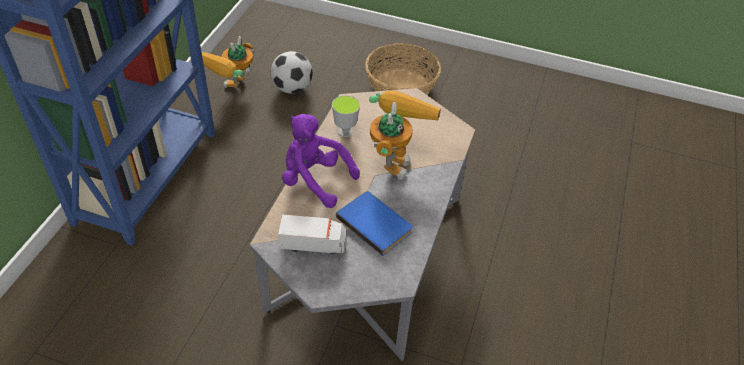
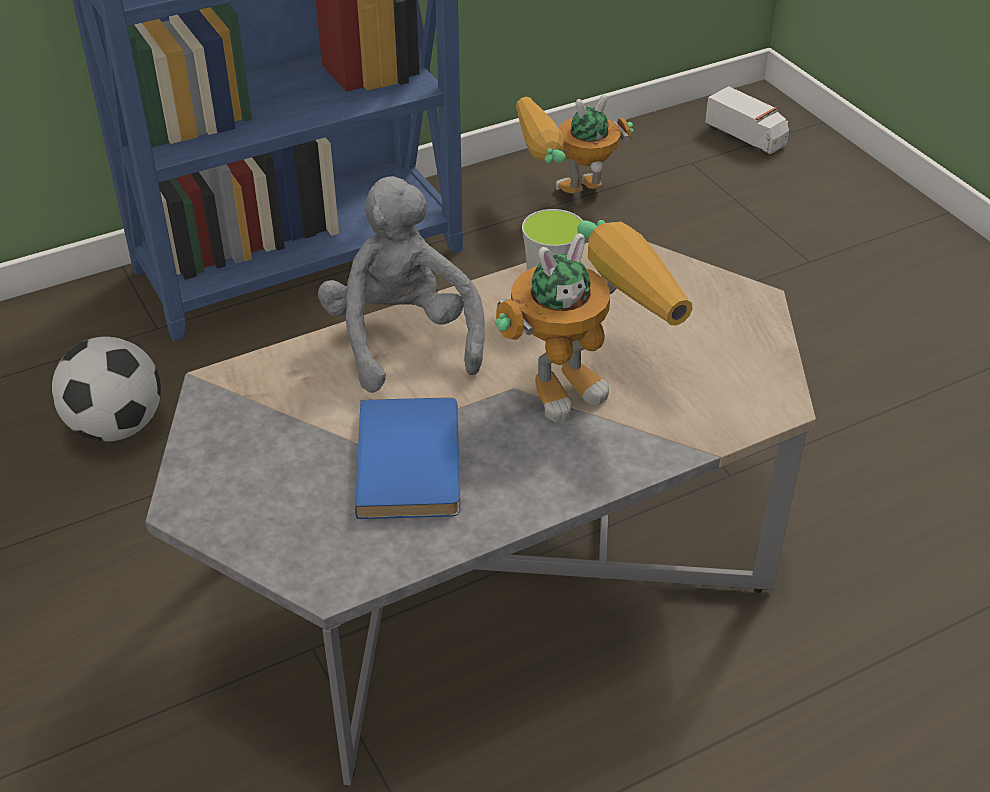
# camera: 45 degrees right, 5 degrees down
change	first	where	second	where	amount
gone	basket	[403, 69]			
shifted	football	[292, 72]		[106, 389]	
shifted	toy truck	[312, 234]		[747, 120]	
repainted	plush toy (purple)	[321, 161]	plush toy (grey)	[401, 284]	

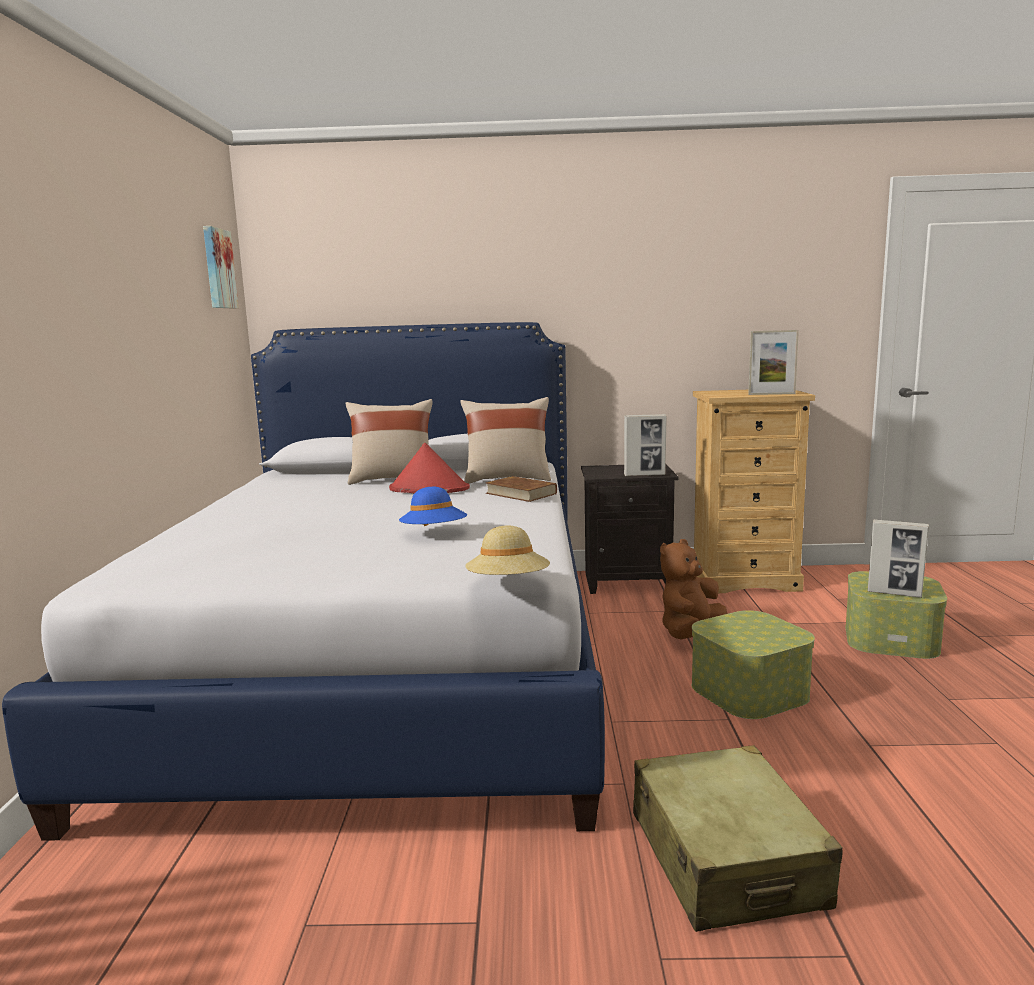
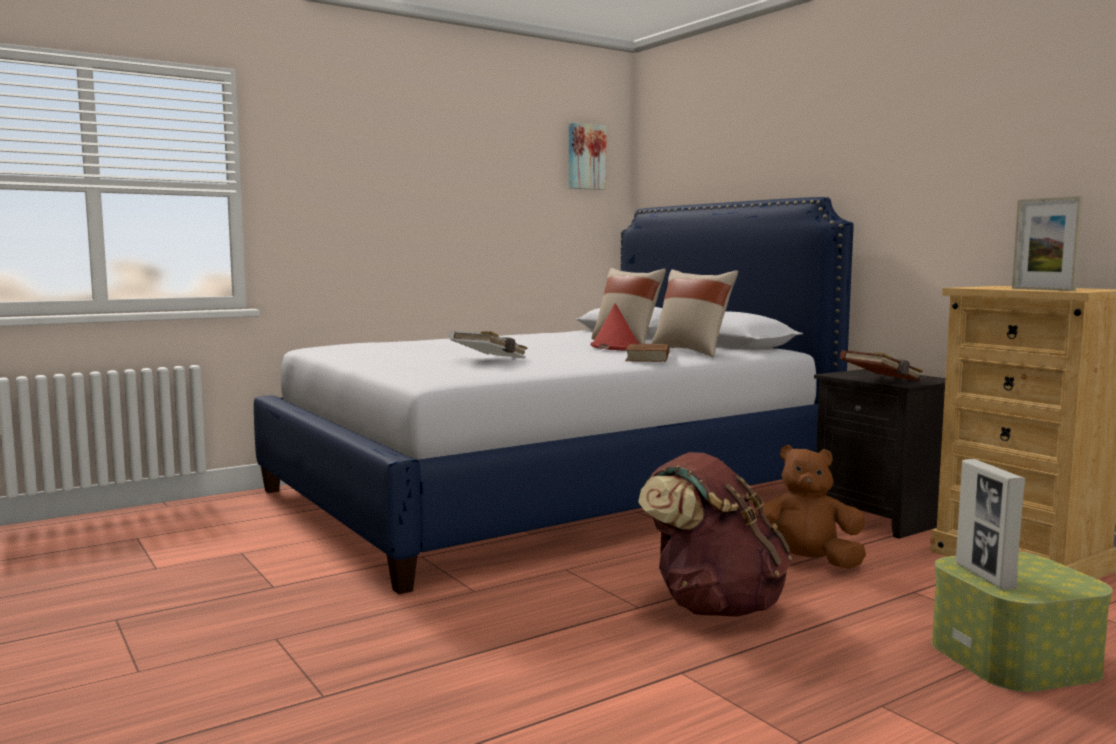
# camera: 55 degrees right, 5 degrees down
change	first	where	second	where	amount
gone	hat (beige)	[507, 550]			
gone	suitcase (beige)	[738, 838]			
swapped	hat (blue)	[433, 506]	book (white)	[488, 344]	
swapped	picture frame	[645, 445]	book (brown)	[881, 365]	
swapped	storage box	[753, 664]	backpack (brown)	[715, 534]	

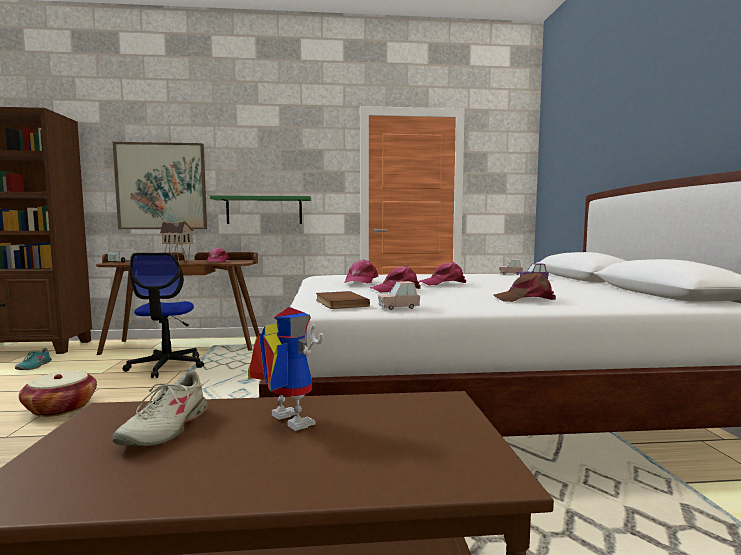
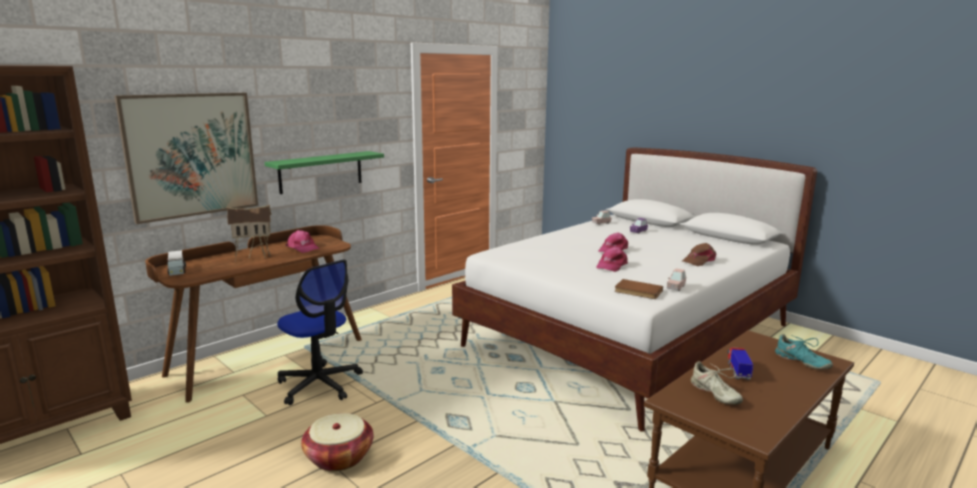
# camera: 40 degrees left, 10 degrees up
change	first	where	second	where	amount
gone	cap (pink)	[362, 271]			
shifted	shoe (turquoise)	[33, 359]		[804, 352]	
swapped	toy robot	[286, 369]	toy truck	[740, 363]	

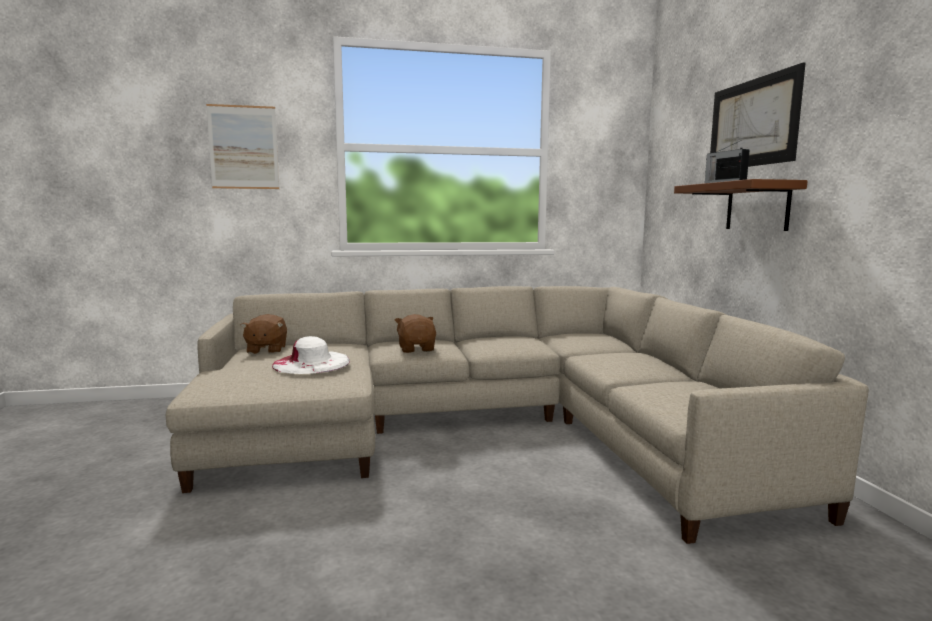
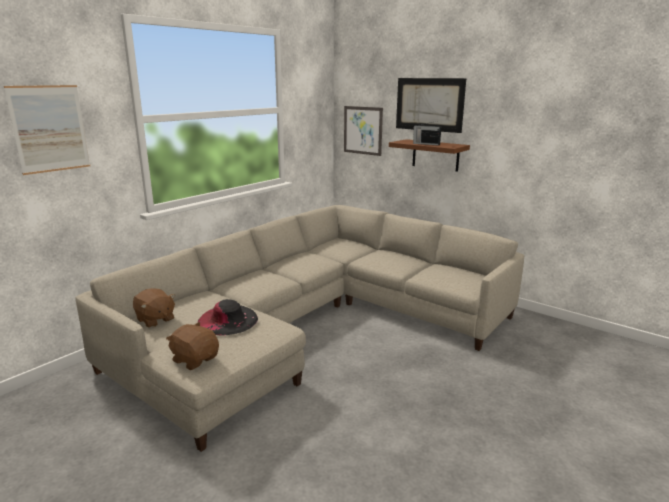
# camera: 40 degrees left, 10 degrees up
change	first	where	second	where	amount
new			picture	[363, 131]	
shifted	plush toy (brown)	[415, 333]		[192, 346]	
repainted	hat (white)	[311, 355]	hat (black)	[227, 317]	

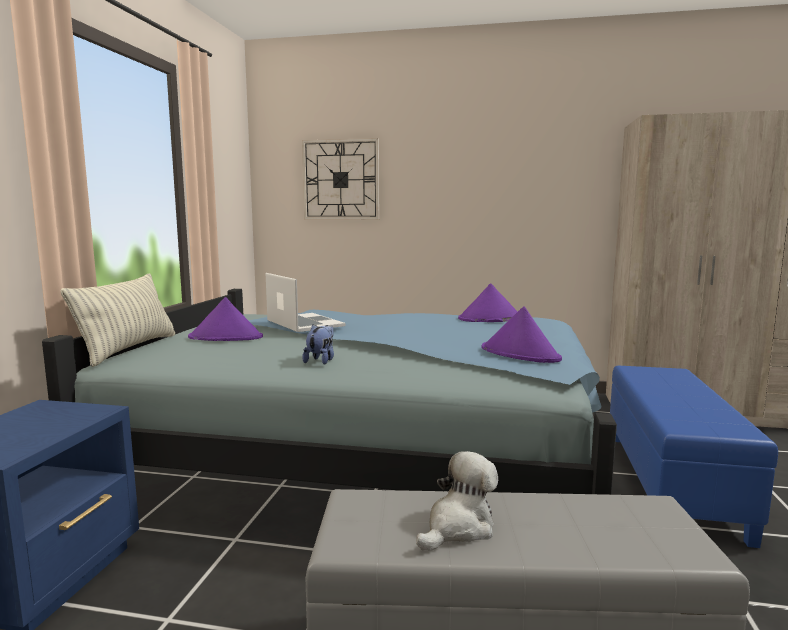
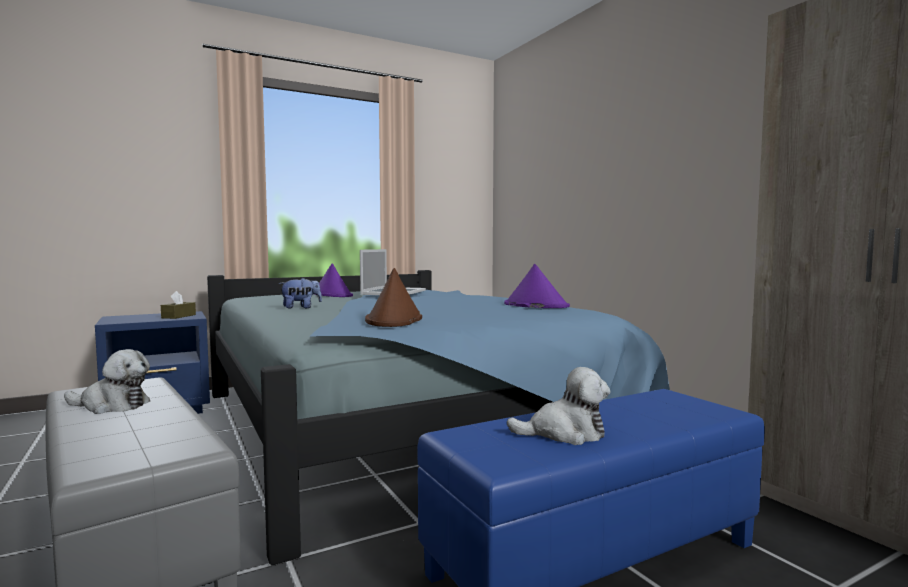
# camera: 50 degrees right, 5 degrees down
change	first	where	second	where	amount
gone	pillow	[118, 320]			
gone	wall clock	[340, 179]			
new			tissue box (brown)	[178, 305]	
new			plush toy	[559, 406]	
repainted	hat (purple)	[521, 334]	hat (brown)	[393, 297]	

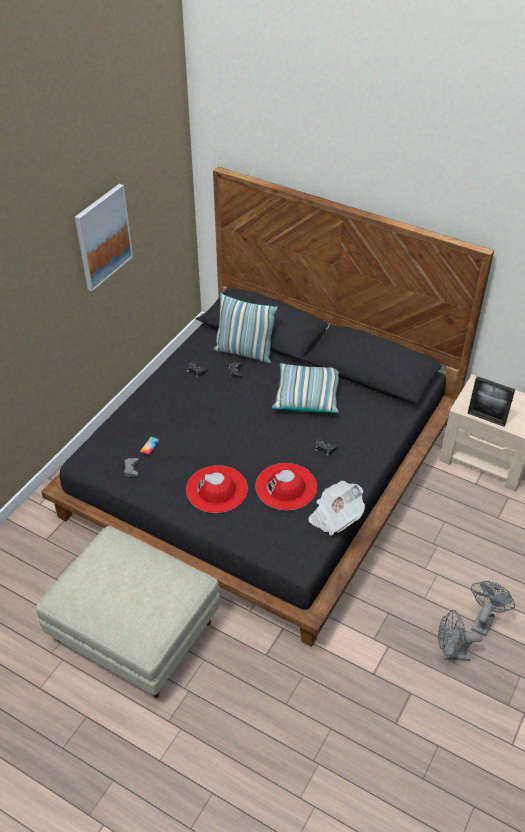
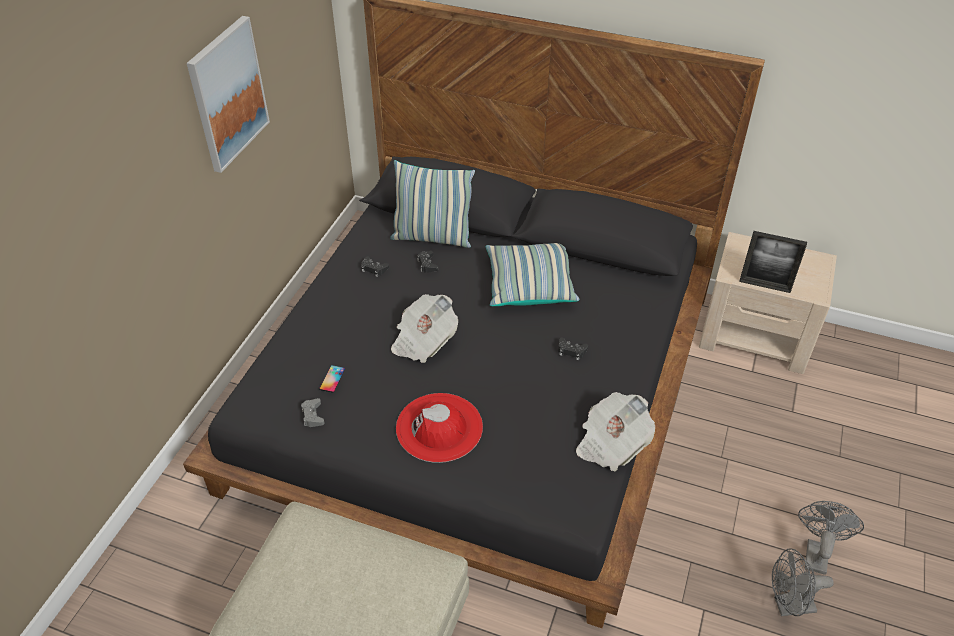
# camera: 10 degrees left, 0 degrees up
change	first	where	second	where	amount
gone	hat (red)	[286, 487]			
new			newspaper	[424, 328]	

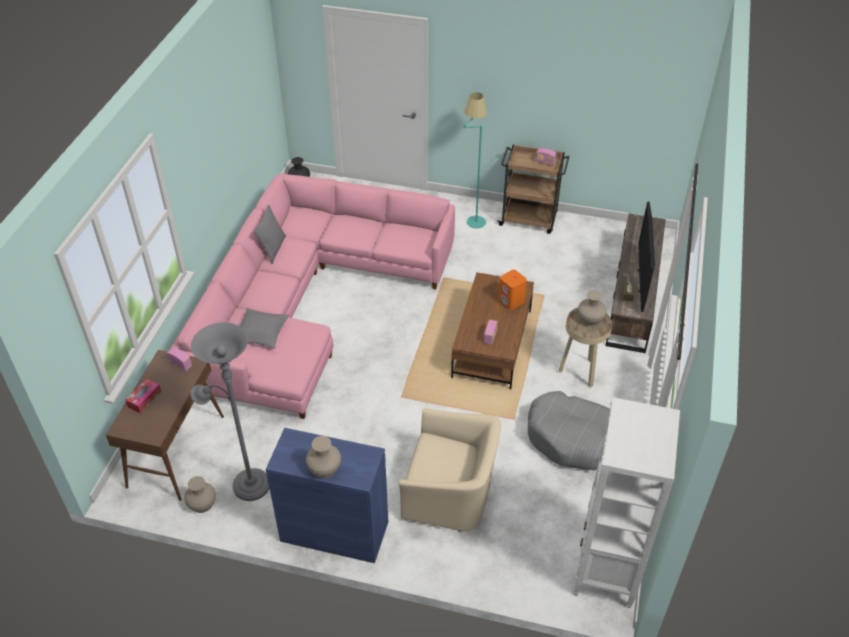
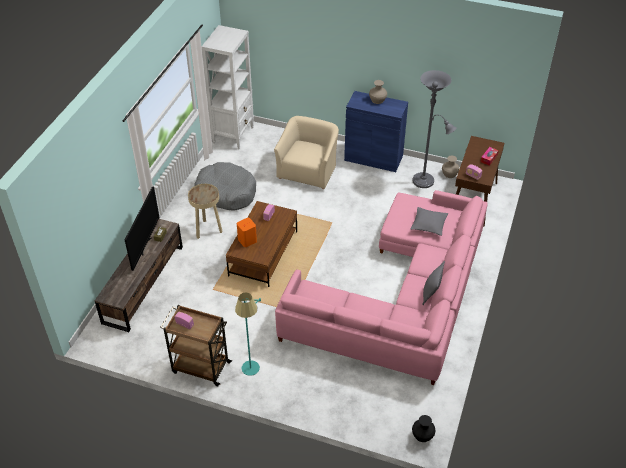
# camera: 175 degrees left, 0 degrees up
change	first	where	second	where	amount
gone	vase (beige)	[592, 308]			
rotated	armchair (beige)	[450, 470]		[306, 152]	90 degrees clockwise

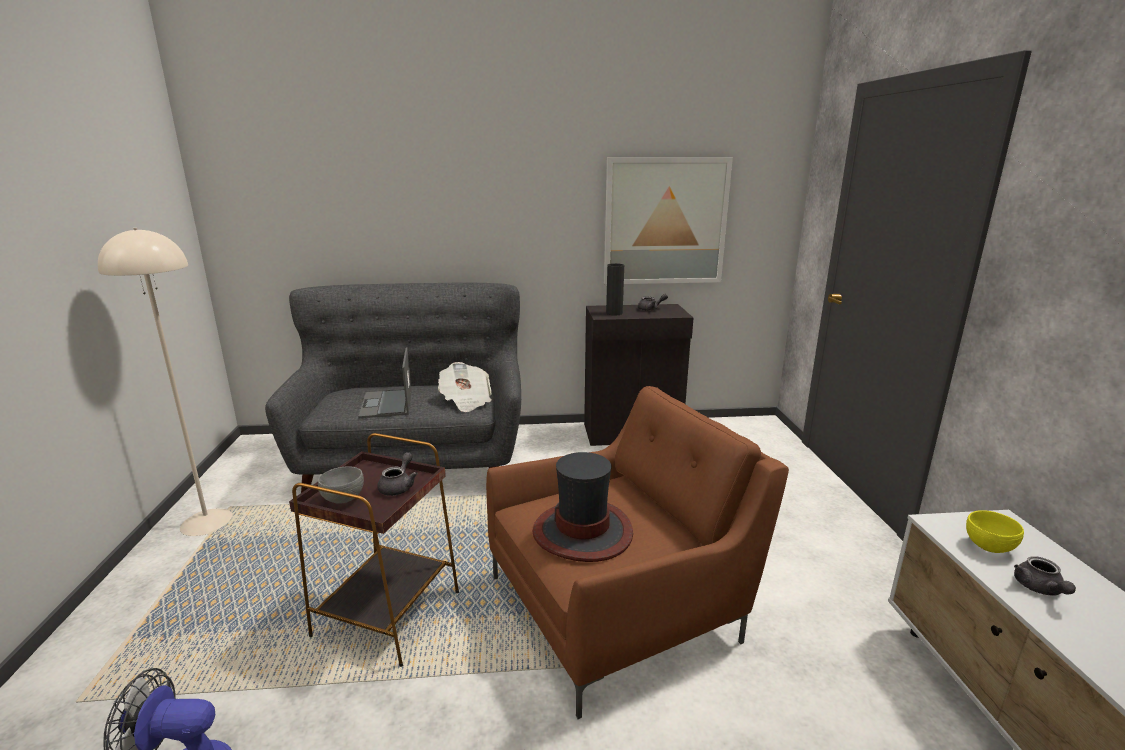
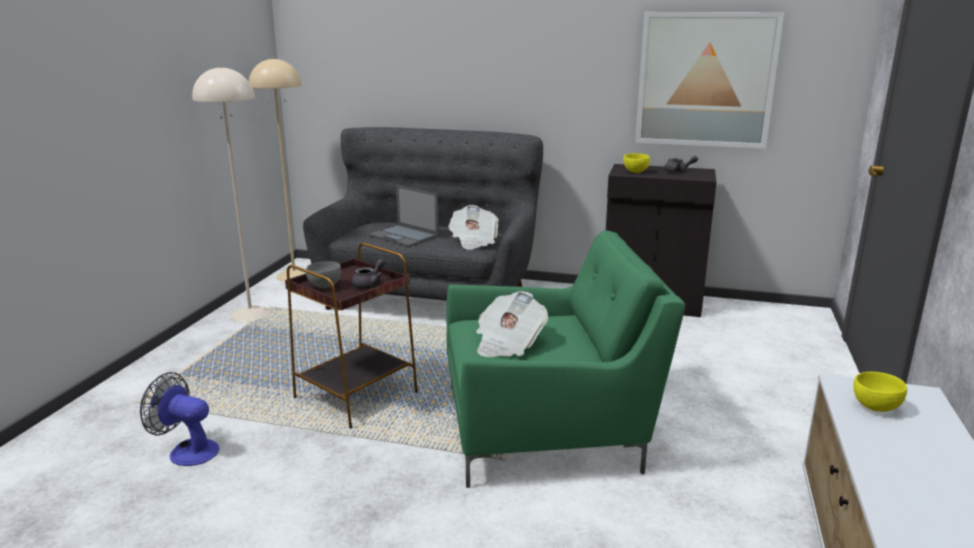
# camera: 20 degrees right, 0 degrees up
change	first	where	second	where	amount
gone	teapot (grey)	[1045, 575]			
new			floor lamp (beige)	[277, 169]	
swapped	hat	[583, 507]	newspaper	[512, 324]	
swapped	vase (black)	[615, 289]	bowl (yellow)	[636, 163]	
repainted	armchair (brown)	[637, 552]	armchair (green)	[566, 359]	
rotated	laptop	[384, 383]		[404, 216]	60 degrees counterclockwise

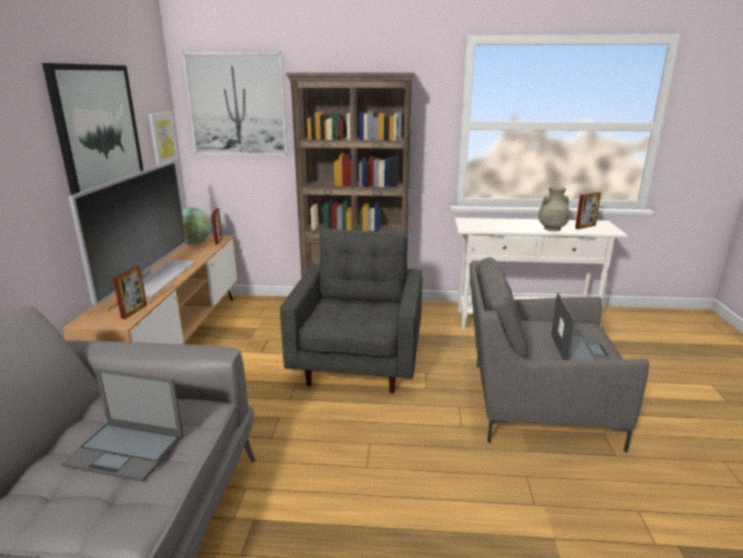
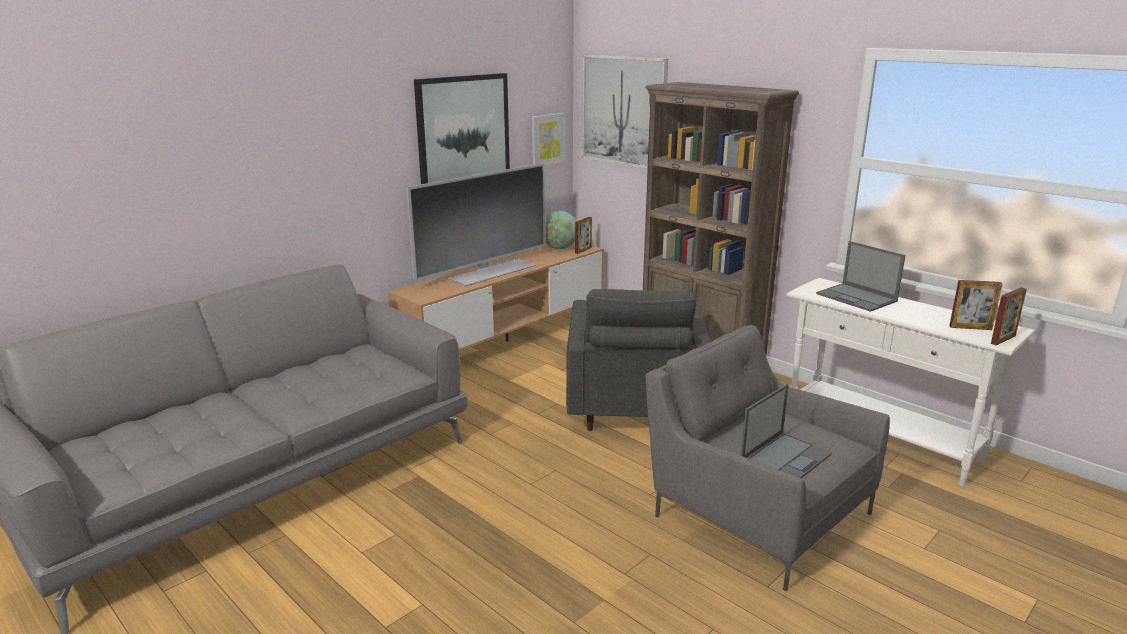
# camera: 40 degrees right, 0 degrees up
change	first	where	second	where	amount
gone	vase (beige)	[554, 209]			
shifted	laptop	[122, 425]		[860, 276]	
shifted	picture frame	[130, 292]		[1009, 316]	
rotated	armchair (grey)	[351, 311]		[638, 360]	135 degrees clockwise

